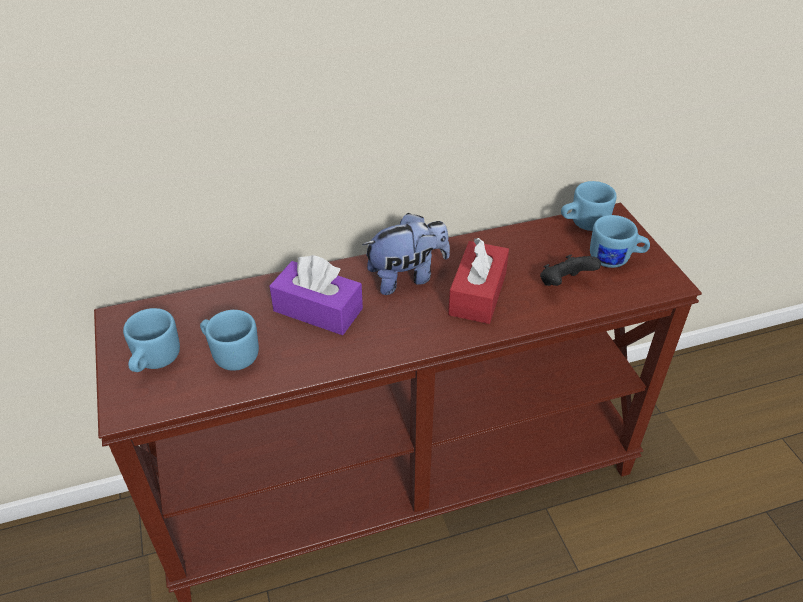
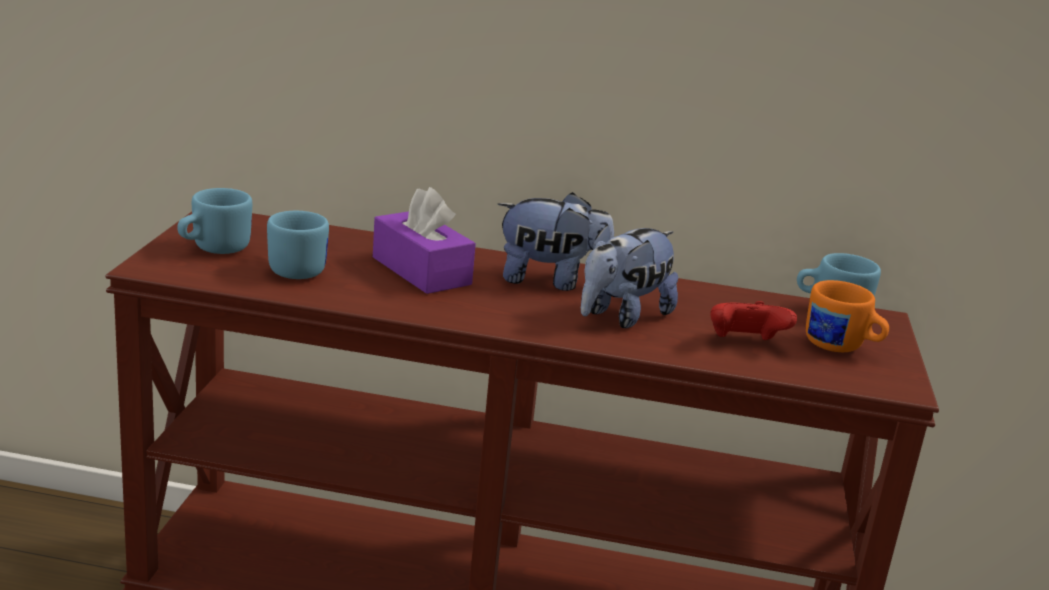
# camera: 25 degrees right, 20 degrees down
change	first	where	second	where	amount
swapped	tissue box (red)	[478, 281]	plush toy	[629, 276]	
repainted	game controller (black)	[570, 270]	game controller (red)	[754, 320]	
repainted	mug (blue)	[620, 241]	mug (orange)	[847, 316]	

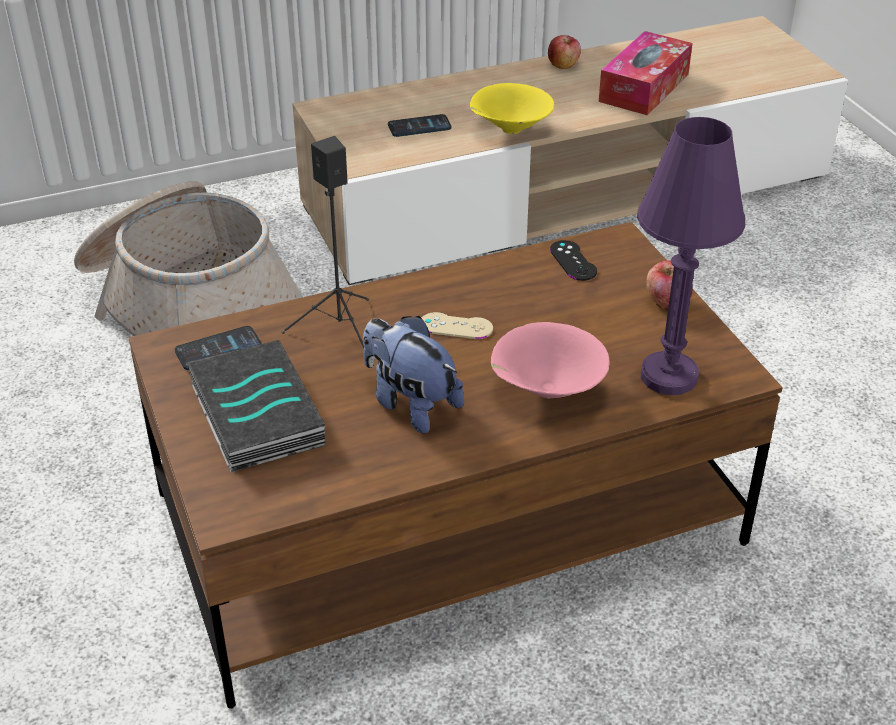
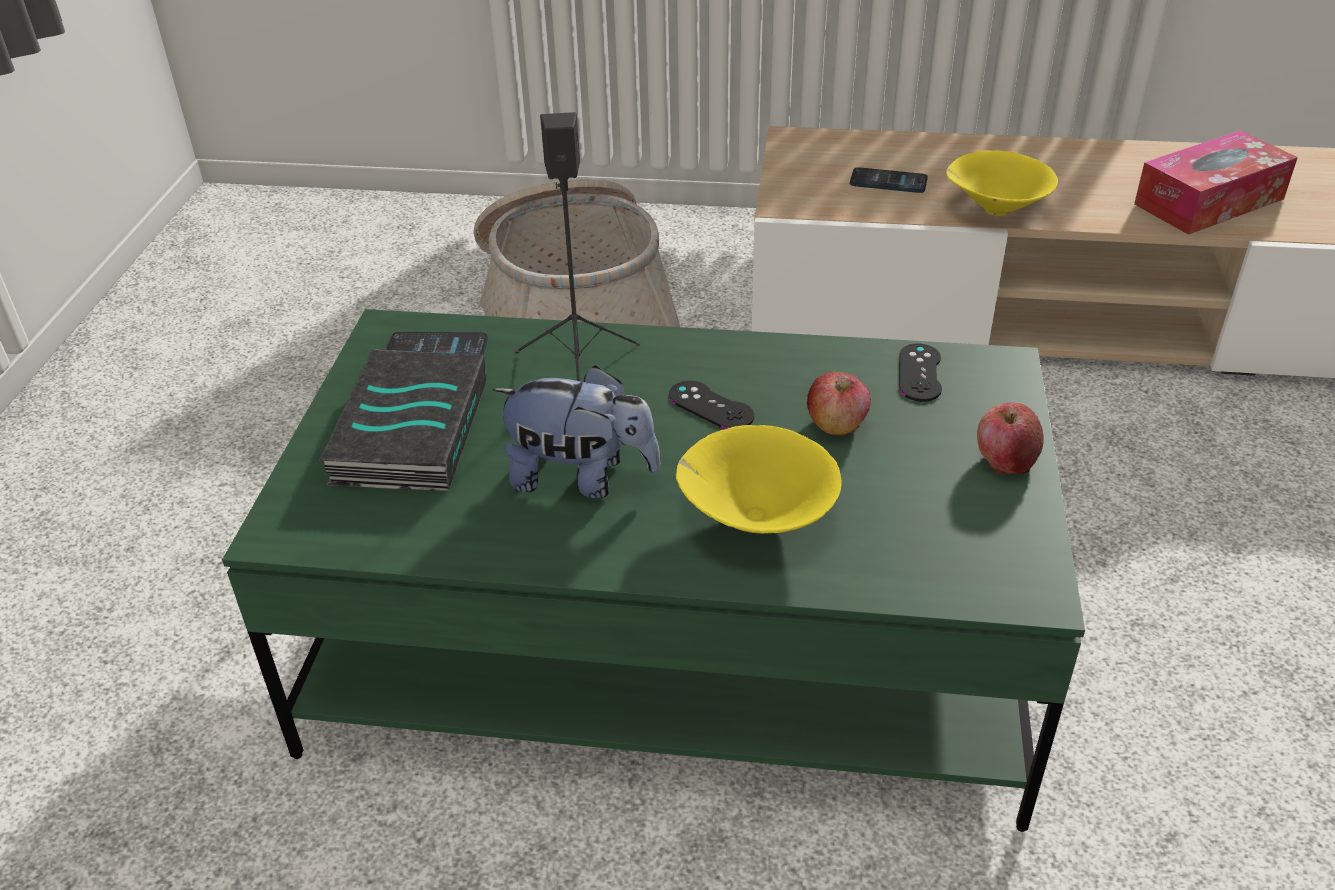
# camera: 30 degrees right, 0 degrees up
change	first	where	second	where	amount
gone	table lamp (purple)	[691, 256]			
shifted	apple	[564, 52]		[839, 404]	
repainted	coffee table (brown)	[455, 465]	coffee table (green)	[653, 570]	
repainted	game controller (beige)	[457, 325]	game controller (black)	[711, 405]	
repainted	bowl (pink)	[550, 360]	bowl (yellow)	[759, 479]	
rotated	plush toy	[413, 375]		[576, 431]	120 degrees clockwise

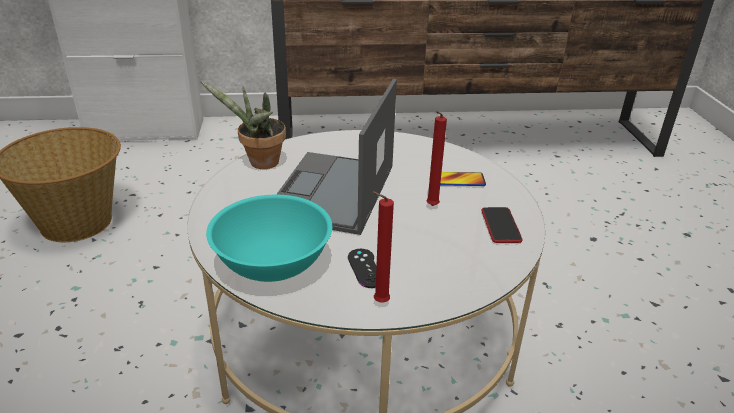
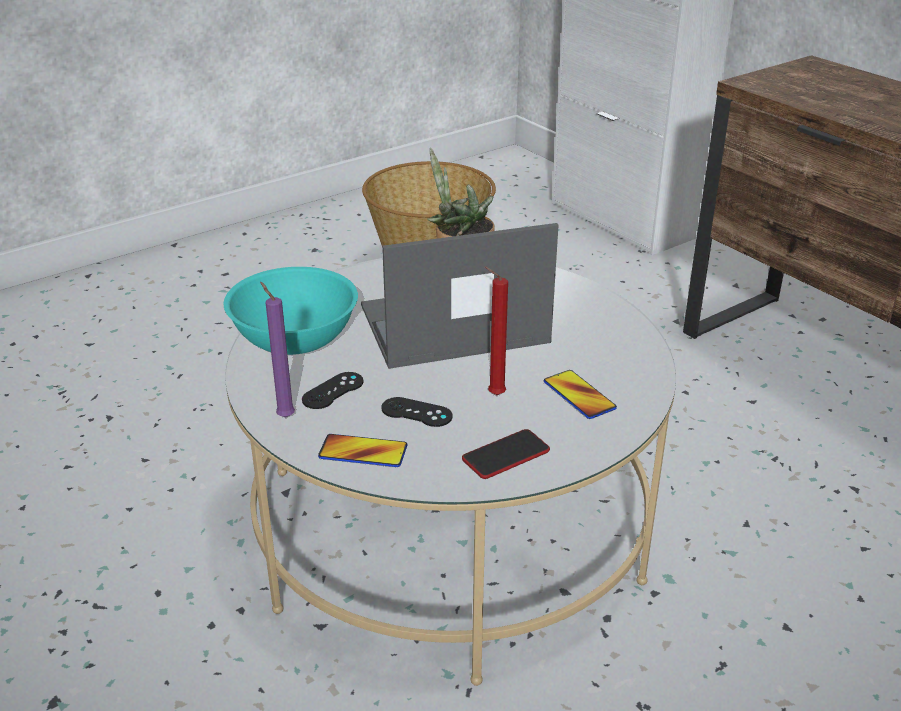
# camera: 60 degrees right, 0 degrees up
change	first	where	second	where	amount
new			phone	[362, 450]	
new			game controller (black)	[416, 412]	
repainted	candle (red)	[383, 246]	candle (purple)	[277, 349]	

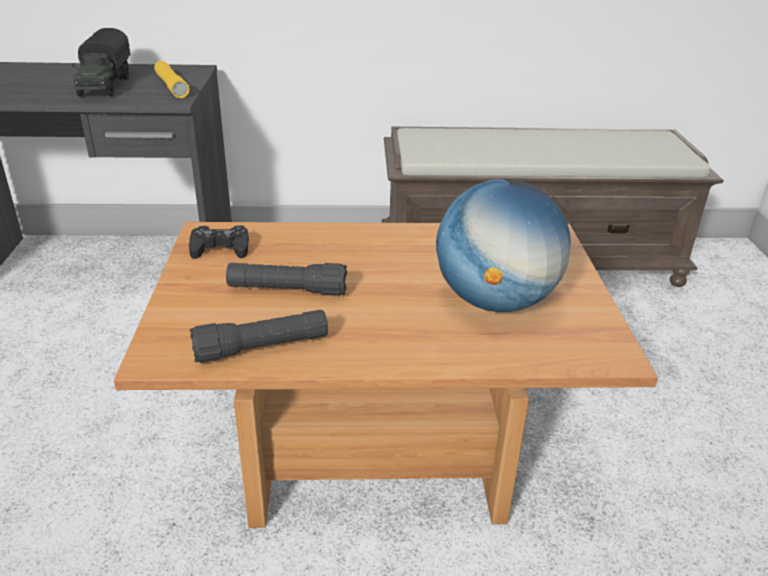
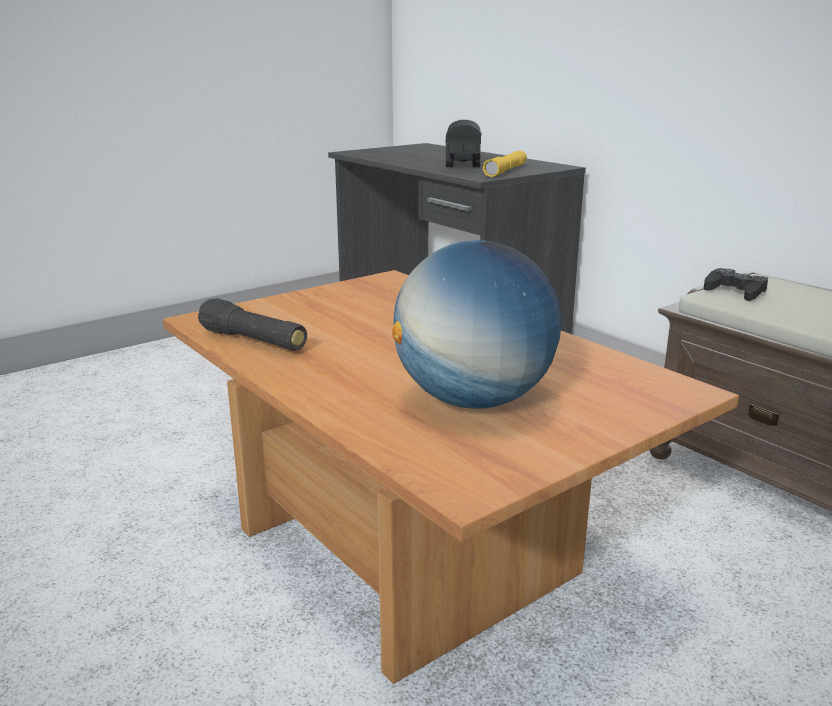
# camera: 55 degrees right, 10 degrees down
change	first	where	second	where	amount
gone	flashlight (black)	[286, 279]			
shifted	game controller (black)	[219, 242]		[736, 284]	
rotated	toy truck	[101, 62]		[463, 143]	135 degrees clockwise

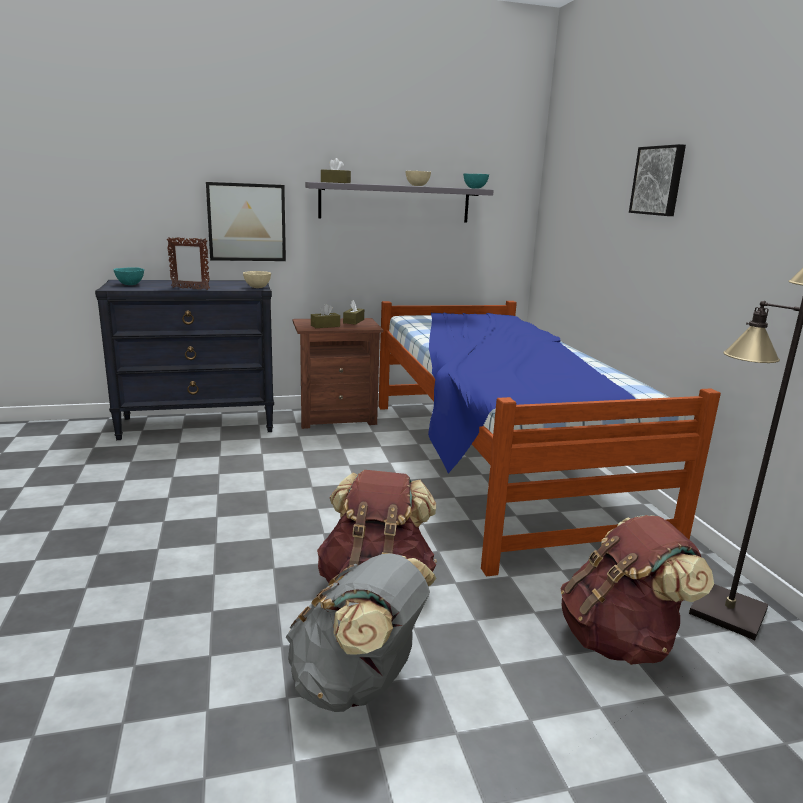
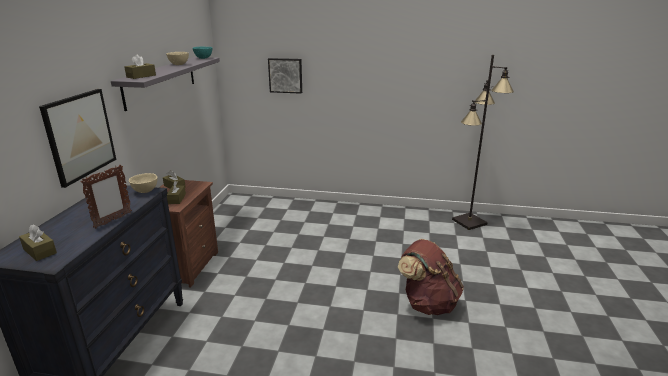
# camera: 65 degrees left, 5 degrees up
change	first	where	second	where	amount
gone	backpack (grey)	[361, 632]			
gone	bed	[550, 438]			
gone	backpack (brown)	[637, 590]			
shifted	picture	[657, 180]		[285, 76]	
swapped	bowl (turquoise)	[129, 276]	tissue box (brown)	[38, 242]	

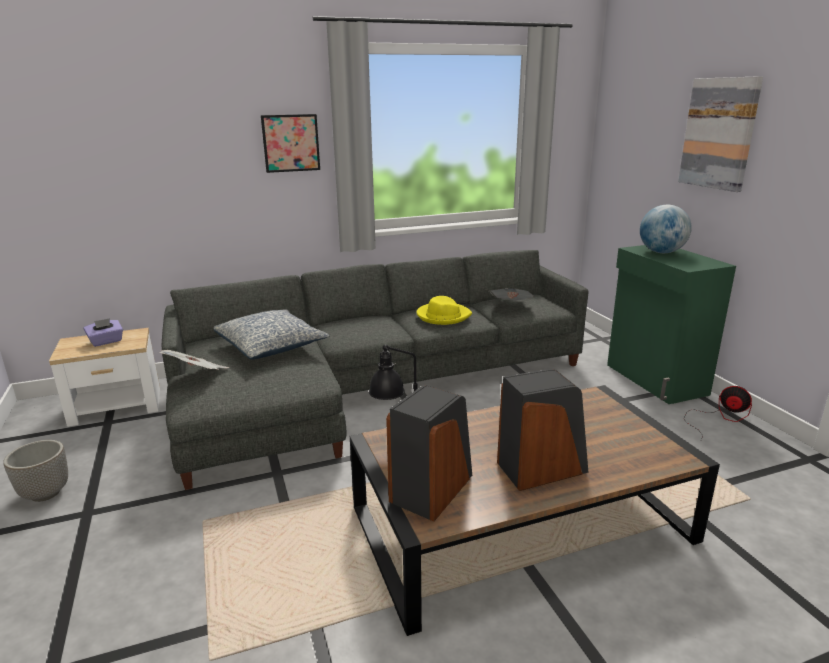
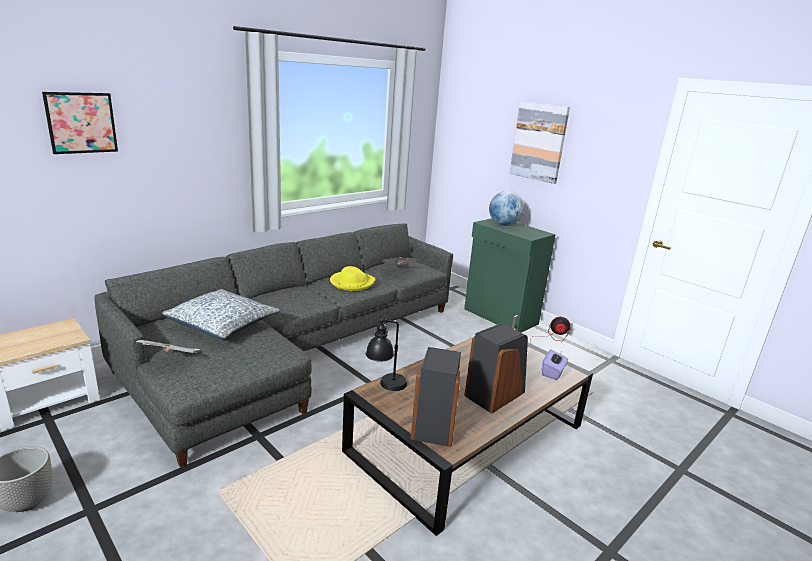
# camera: 25 degrees left, 0 degrees up
change	first	where	second	where	amount
shifted	tissue box (purple)	[103, 332]		[555, 365]	
shifted	picture	[290, 143]		[80, 123]	

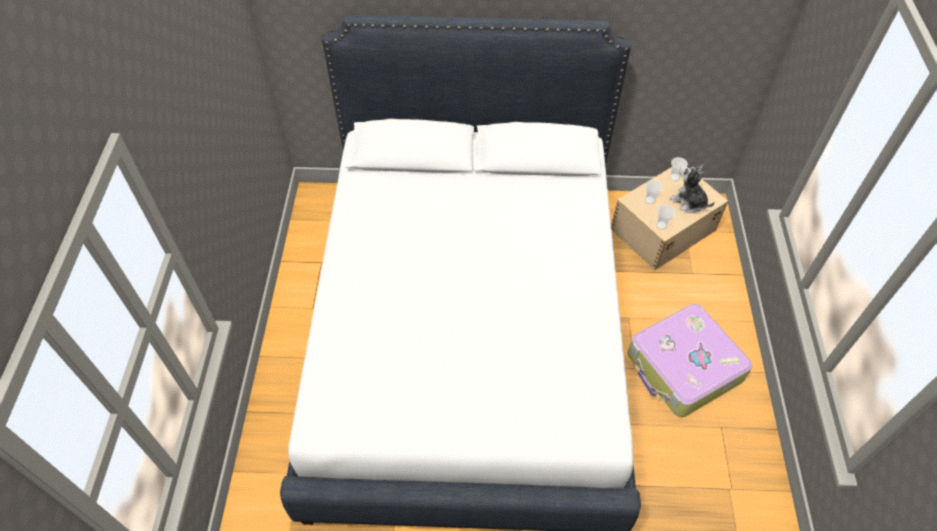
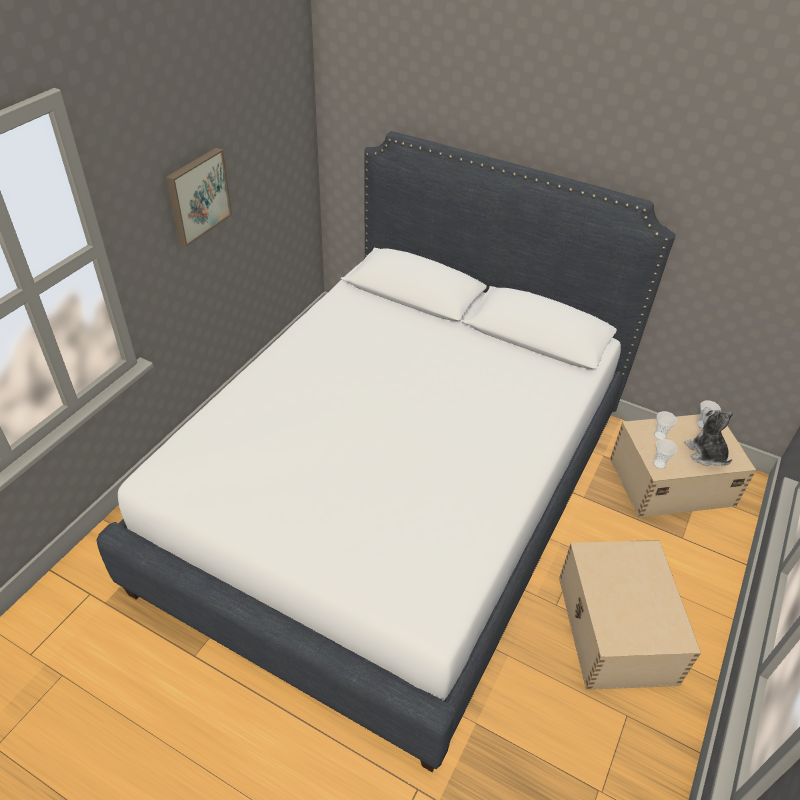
# camera: 25 degrees right, 10 degrees down
change	first	where	second	where	amount
new			picture	[199, 197]	
swapped	suitcase	[689, 360]	storage box (beige)	[630, 615]	

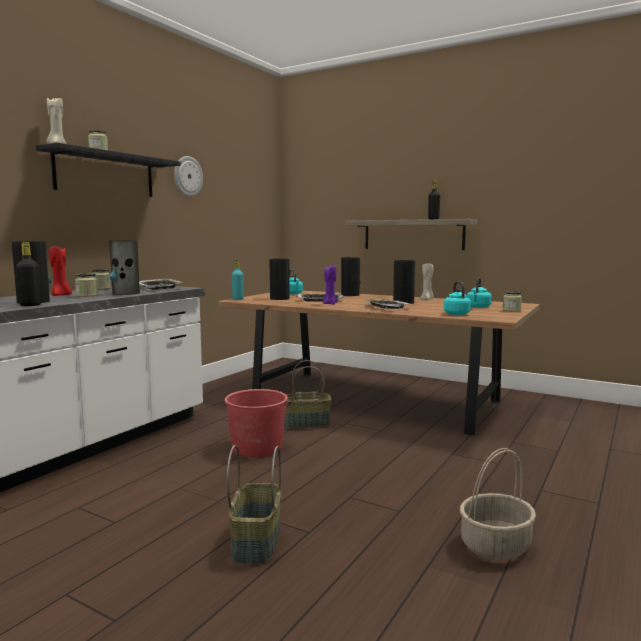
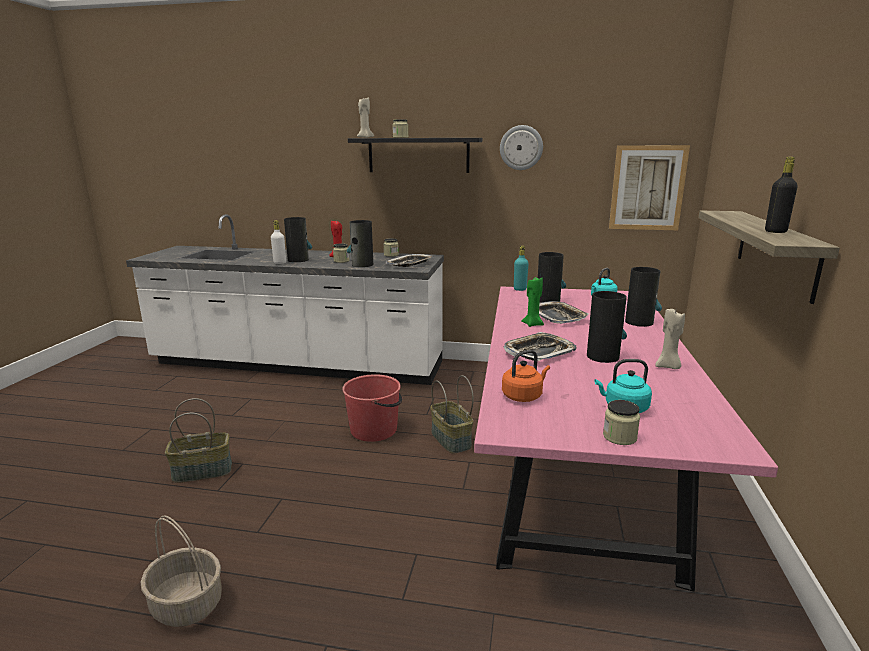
# camera: 70 degrees right, 10 degrees up
change	first	where	second	where	amount
new			picture	[649, 187]	
repainted	bottle (black)	[28, 274]	bottle (white)	[278, 242]	
repainted	dining table (brown)	[379, 363]	dining table (pink)	[626, 438]	
repainted	candle (purple)	[330, 285]	candle (green)	[532, 302]	
repainted	kettle (turquoise)	[457, 298]	kettle (orange)	[526, 376]	

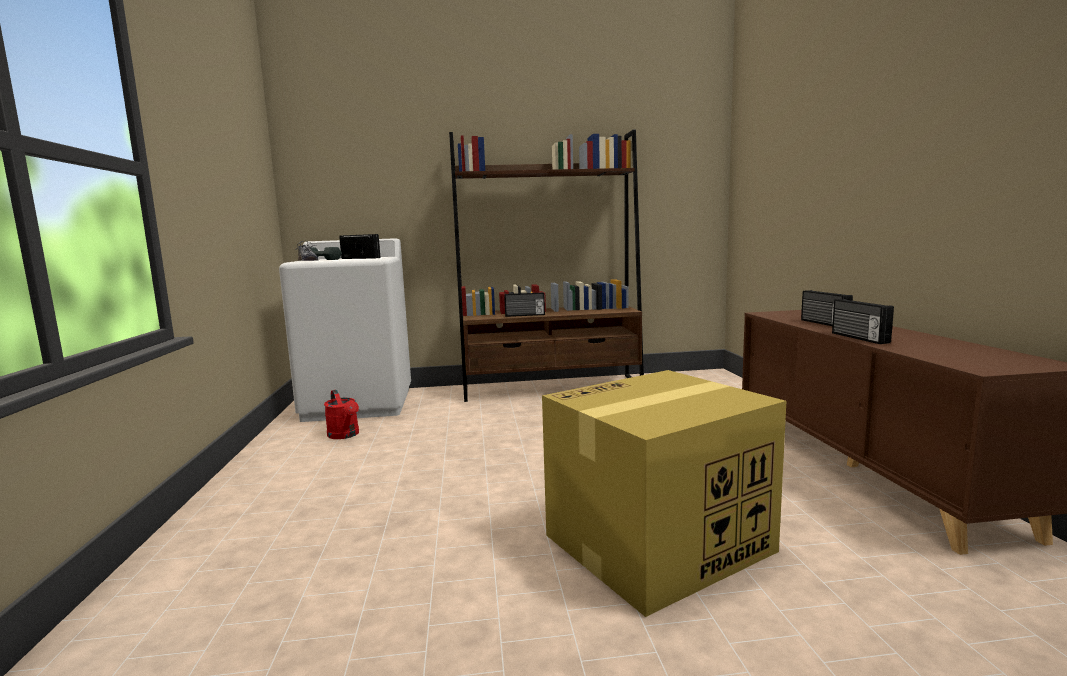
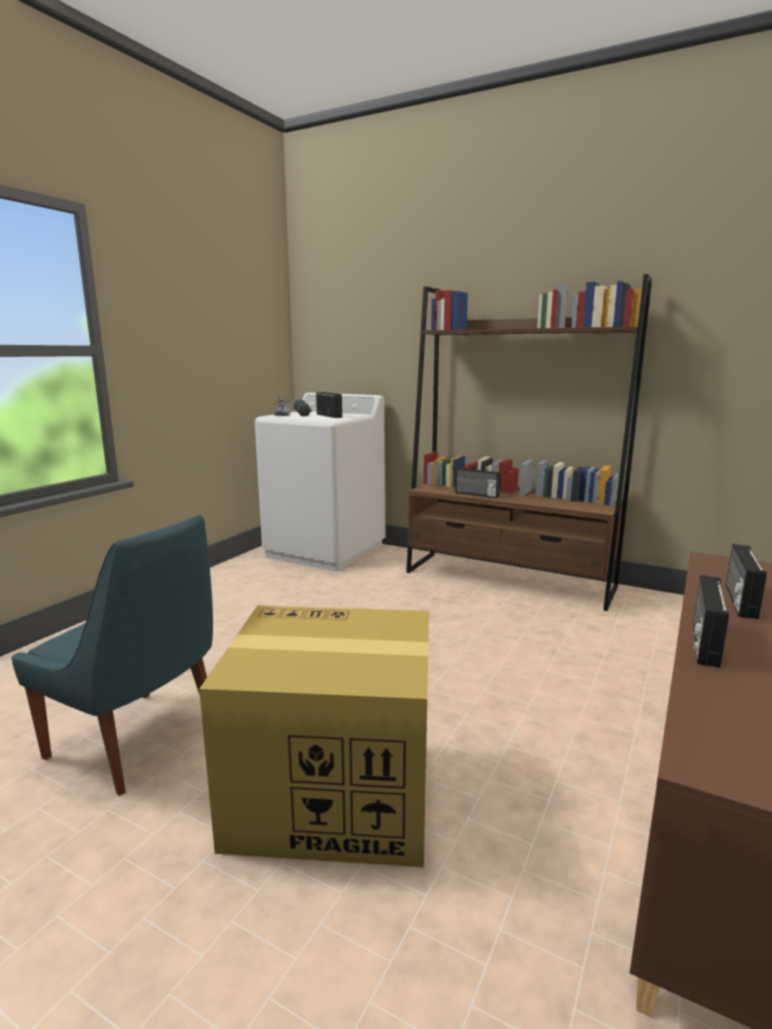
# camera: 35 degrees right, 5 degrees up
change	first	where	second	where	amount
gone	watering can (red)	[341, 414]			
new			chair (blue)	[112, 655]	

